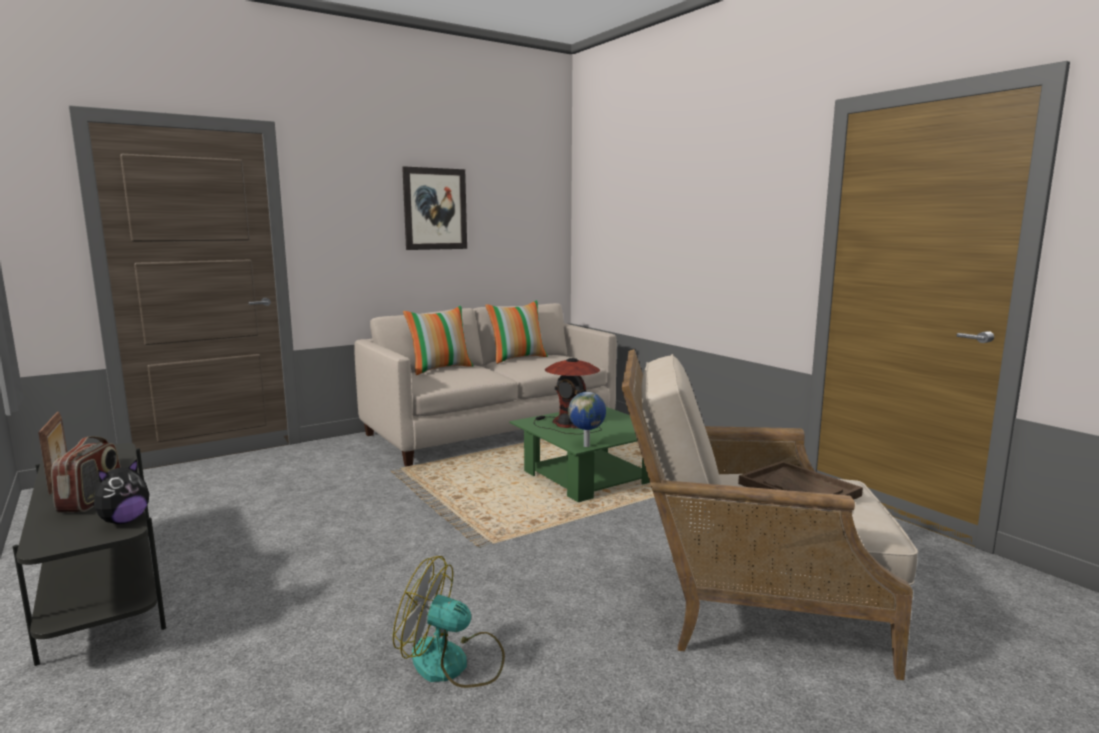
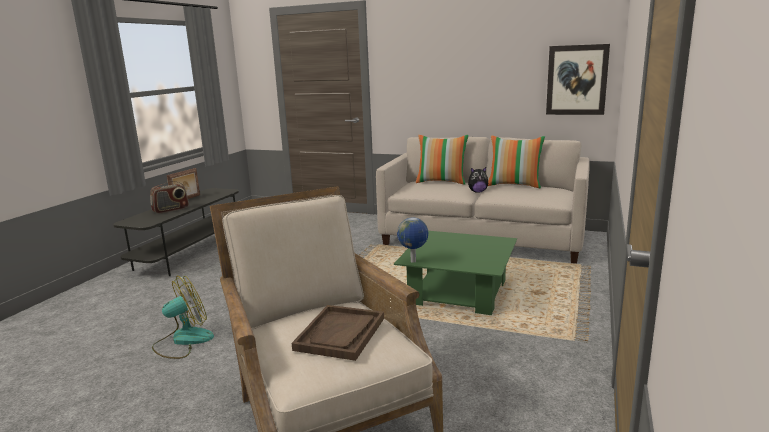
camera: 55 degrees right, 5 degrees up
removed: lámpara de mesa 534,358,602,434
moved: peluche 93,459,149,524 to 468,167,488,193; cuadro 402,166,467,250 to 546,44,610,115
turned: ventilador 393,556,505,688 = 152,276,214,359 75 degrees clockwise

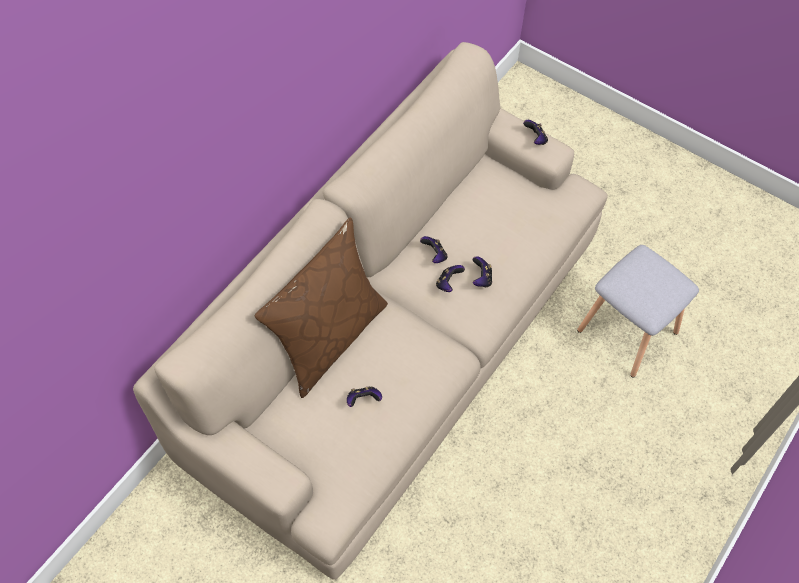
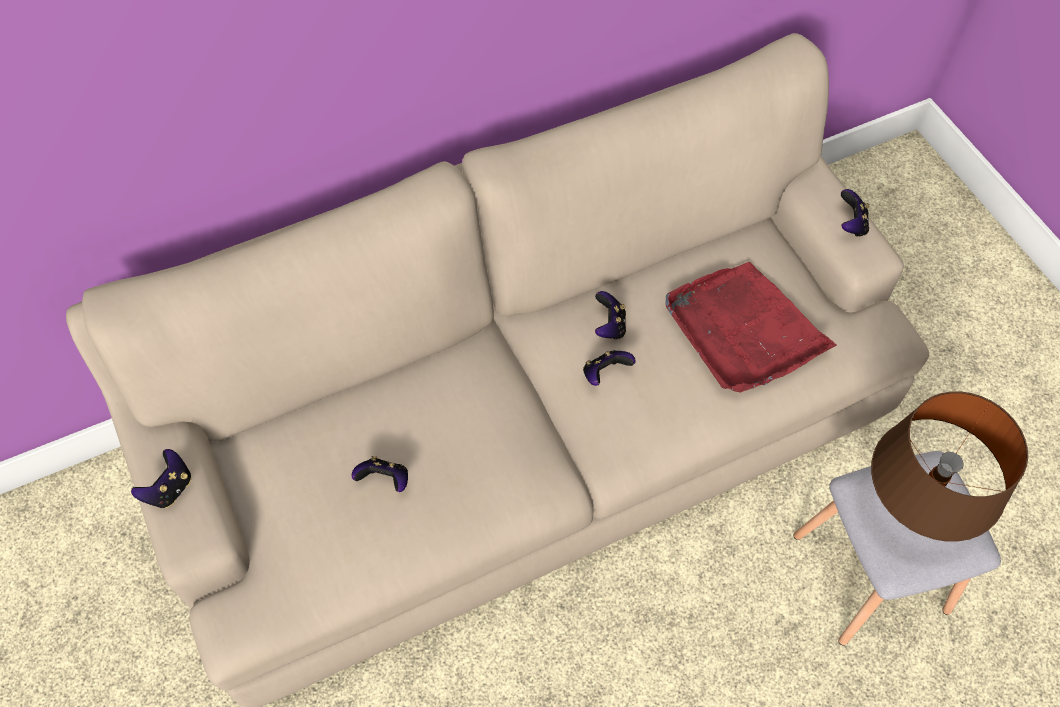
camera: 30 degrees right, 0 degrees up
removed: cojín/marrón 255,218,388,398
added: bandeja/rojo 666,262,836,392; lámpara de mesa/marrón 871,391,1028,542
moved: mando de consola 473,256,492,287 to 131,449,191,508

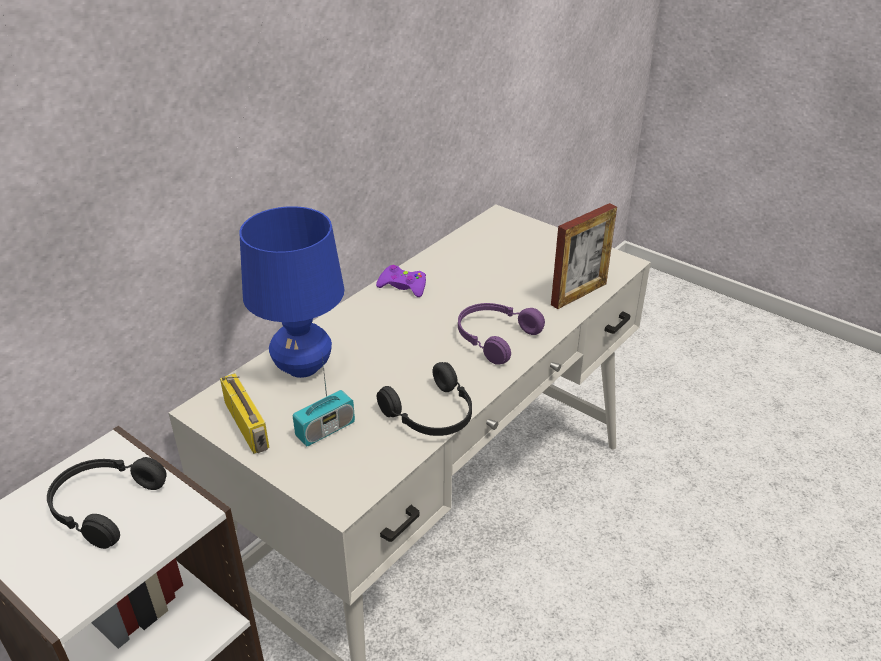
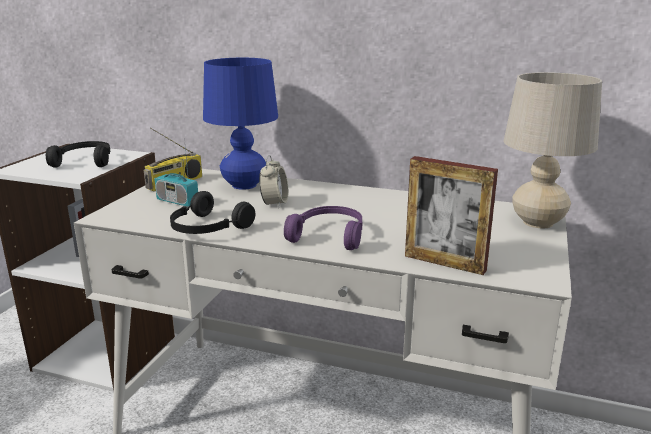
camera: 70 degrees right, 15 degrees down
removed: mando de consola/morado 376,265,426,297
added: despertador 259,155,288,209; lámpara de mesa/beis 503,72,602,228

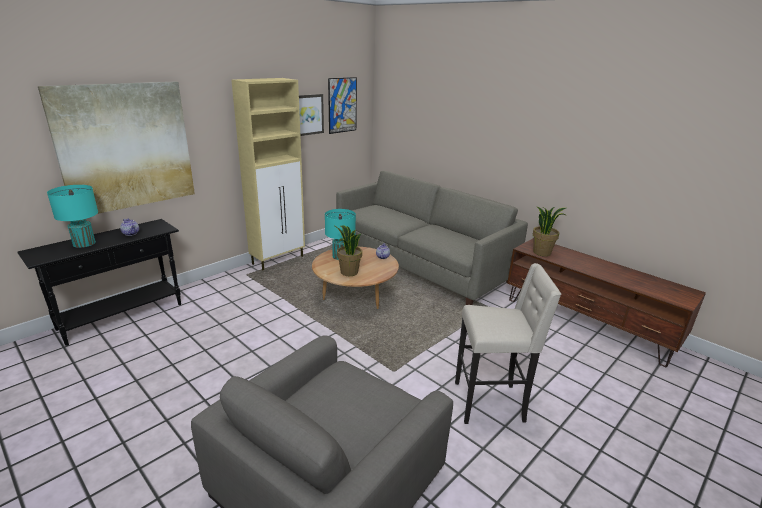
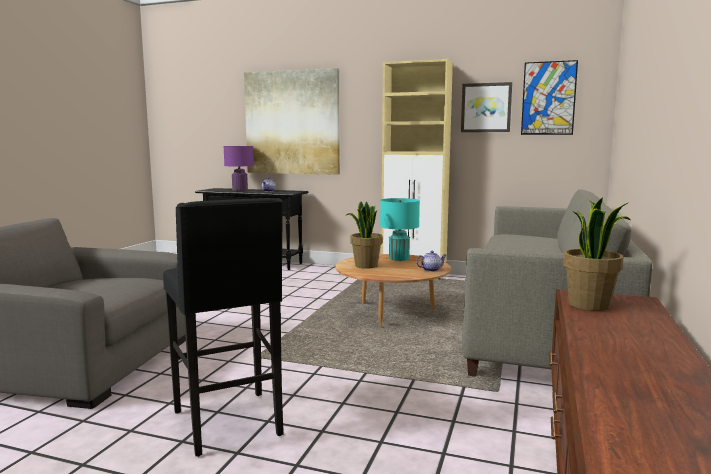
camera: 65 degrees right, 15 degrees down
recoloured: taburete/beis 455,263,561,424 to taburete/negro 163,198,283,457; lámpara de mesa/turquesa 47,185,98,248 to lámpara de mesa/morado 224,146,254,191

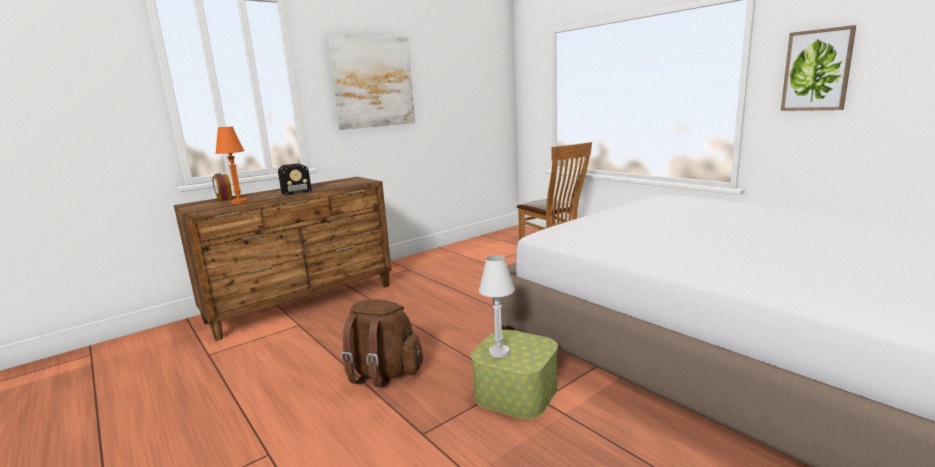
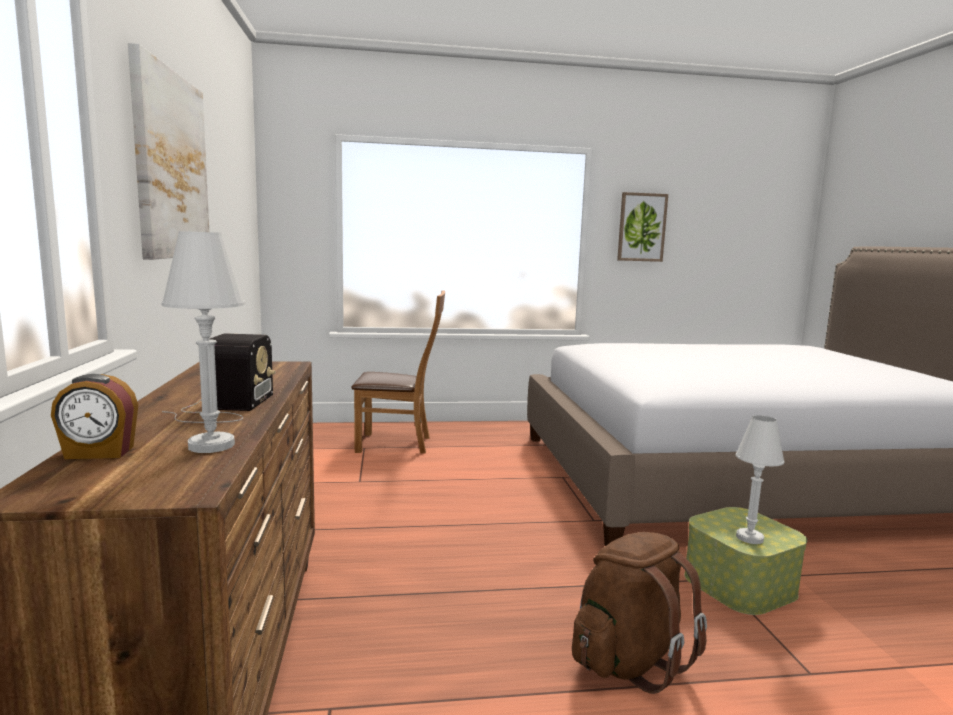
camera: 60 degrees left, 5 degrees down
recoloured: lámpara de mesa/naranja 215,127,247,204 to lámpara de mesa/blanco 161,231,245,453

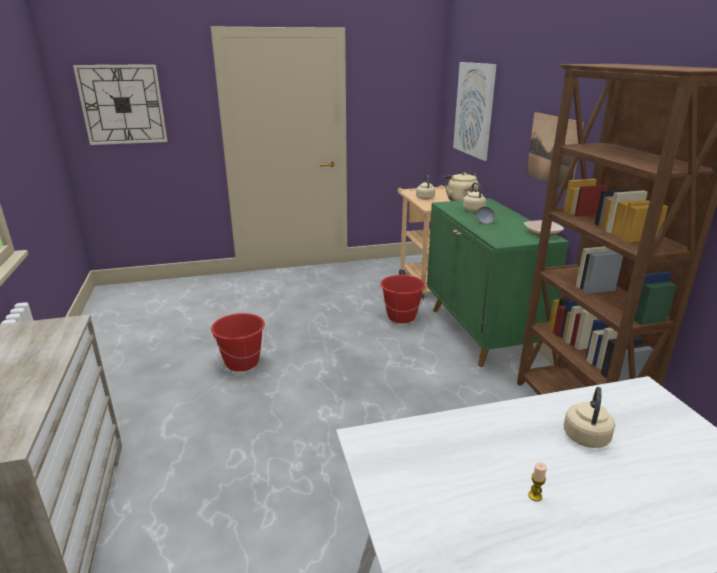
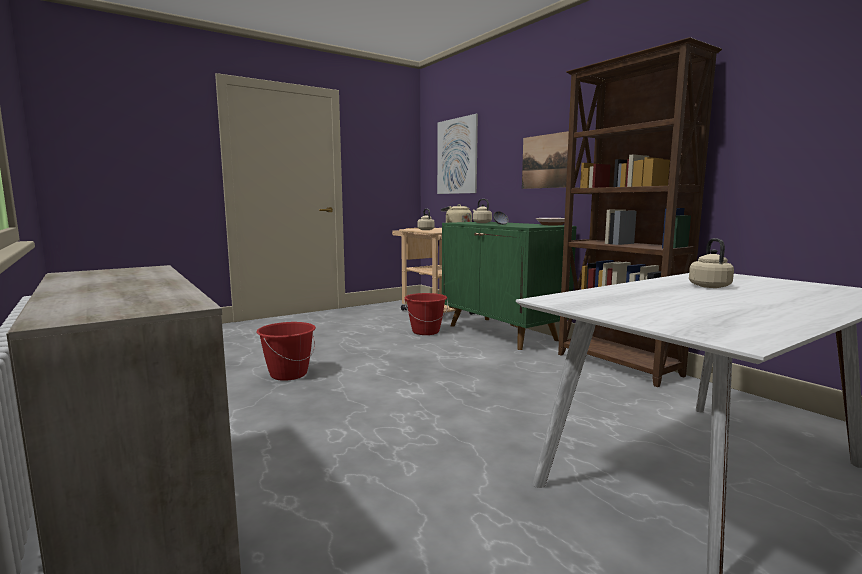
camera: 20 degrees left, 15 degrees down
removed: reloj de pared 73,64,168,145; vela 528,462,547,501

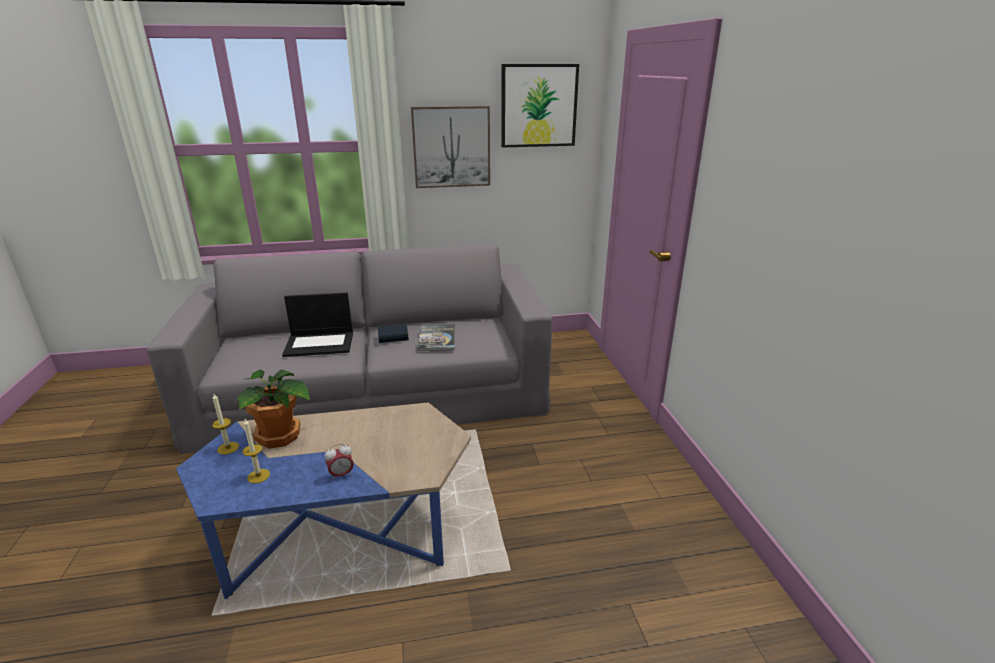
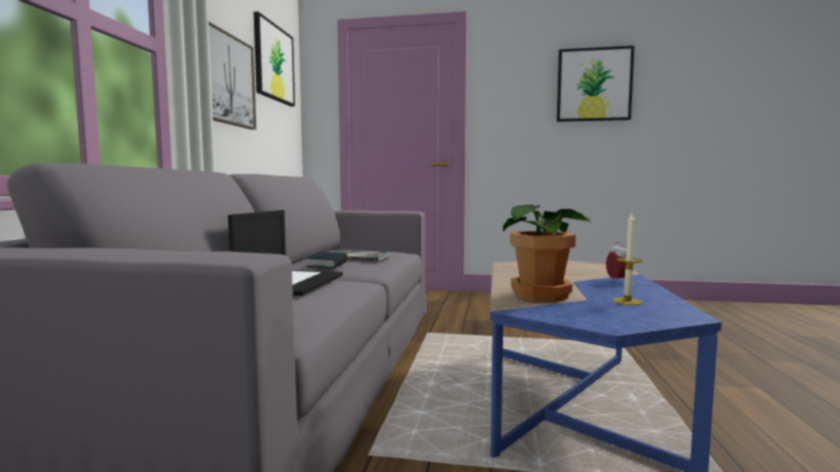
camera: 70 degrees left, 20 degrees down
removed: vela 212,394,239,455
added: cuadro 557,46,634,122

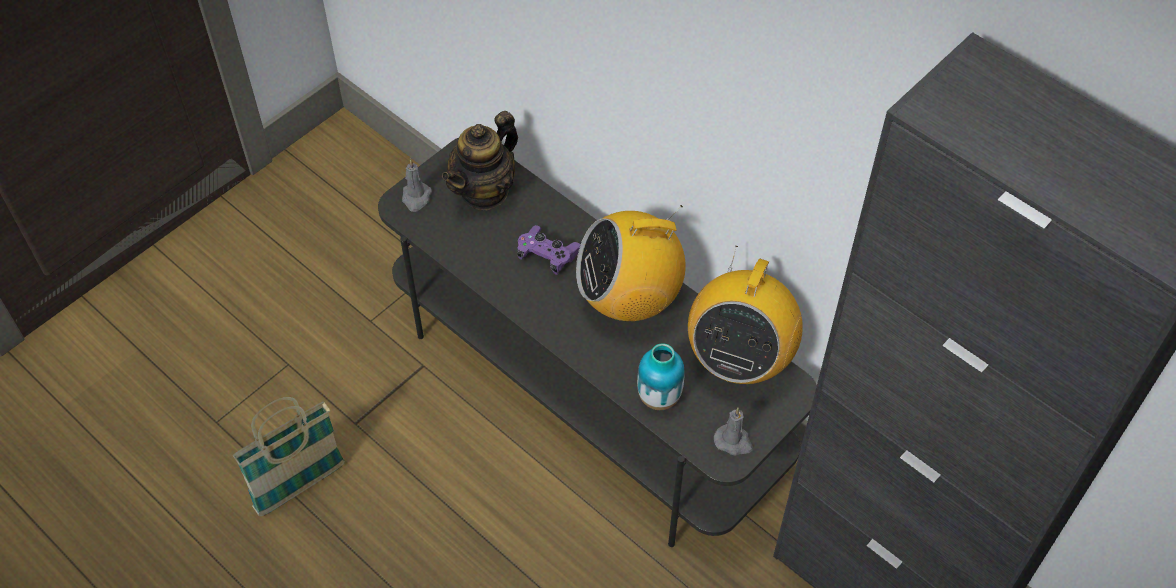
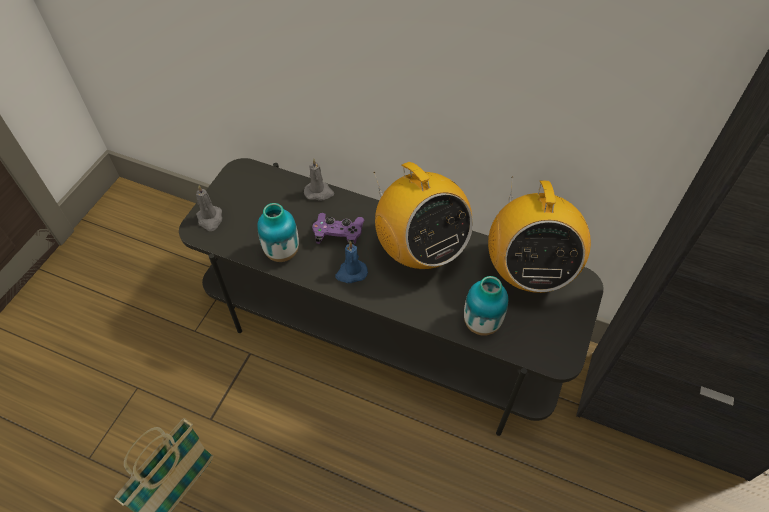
camera: 20 degrees left, 0 degrees up
removed: tetera 442,111,518,210
added: florero 257,203,299,262; vela/azul 335,241,368,283
moved: vela/gris 714,408,753,455 to 304,159,334,201
turned: radio 576,205,686,322 = 373,162,473,269 90 degrees counterclockwise

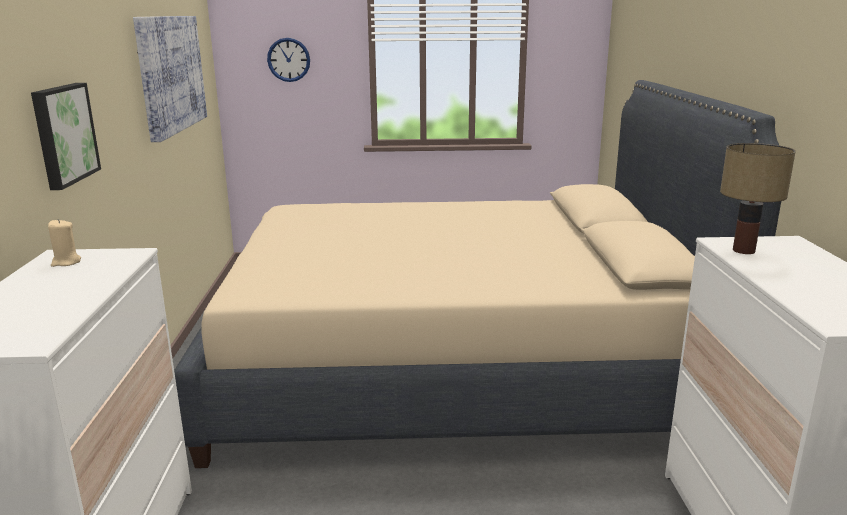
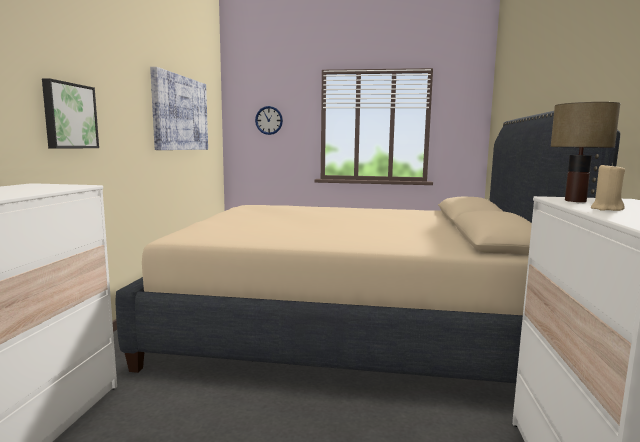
camera: 10 degrees right, 10 degrees down
moved: vela/beis 48,219,81,267 to 591,163,625,211

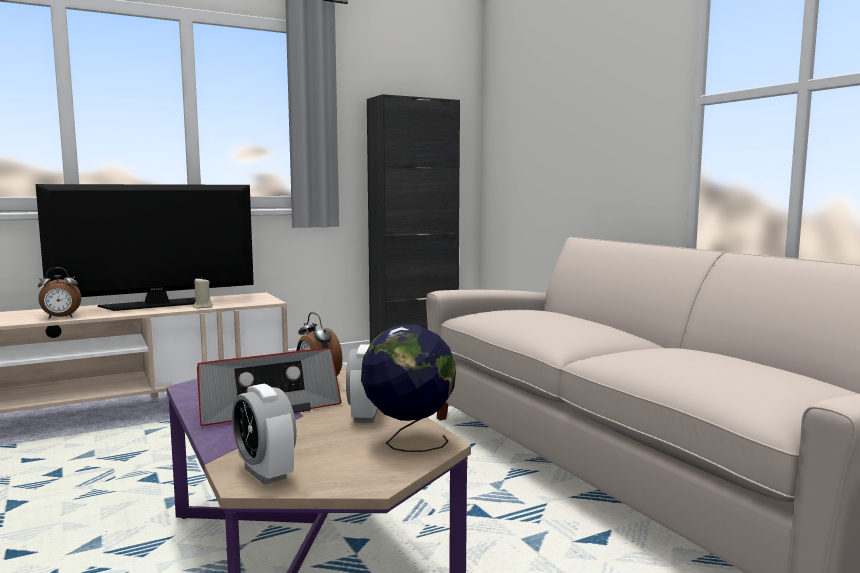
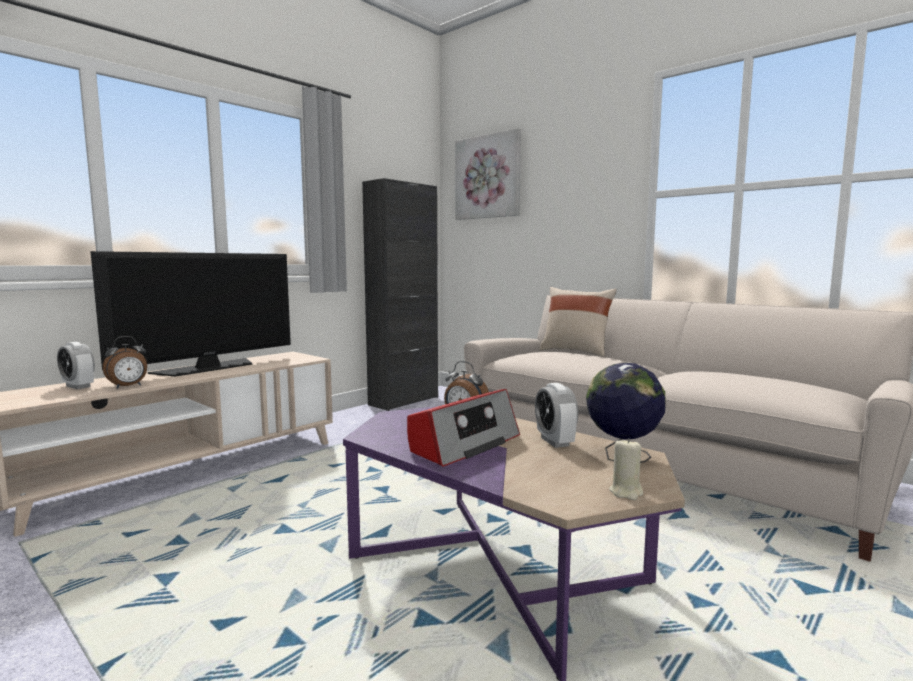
camera: 20 degrees left, 0 degrees up
added: cuadro 455,128,521,220; cojín/beis 539,287,617,357
moved: despertador 232,384,297,485 to 57,342,95,389; vela/beis 193,277,213,309 to 609,438,643,500

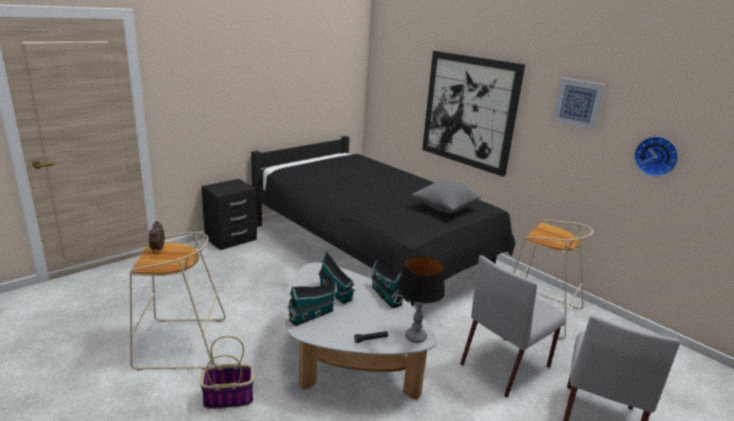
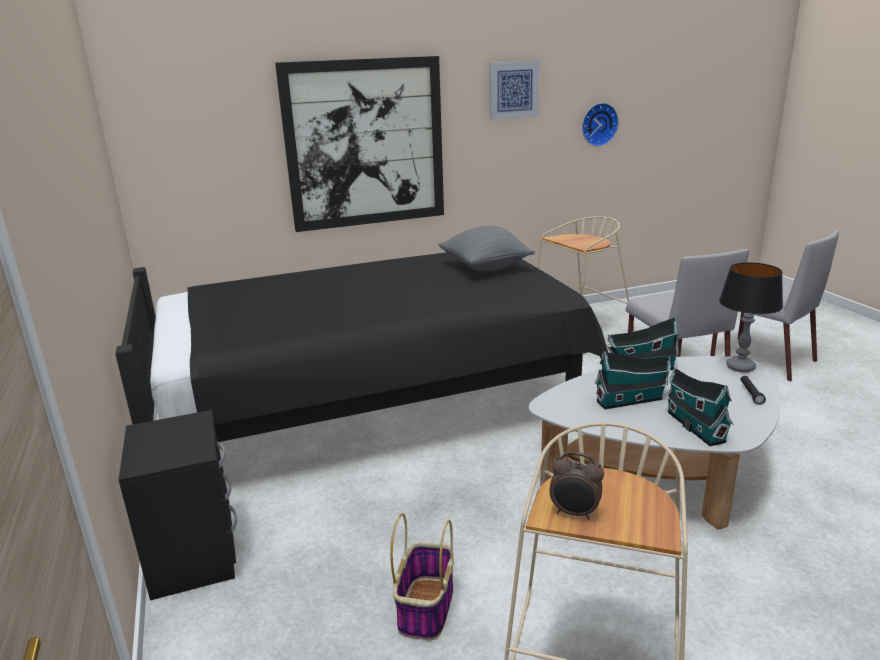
camera: 65 degrees left, 0 degrees up
moved: cesta 200,336,254,409 to 390,513,454,641

